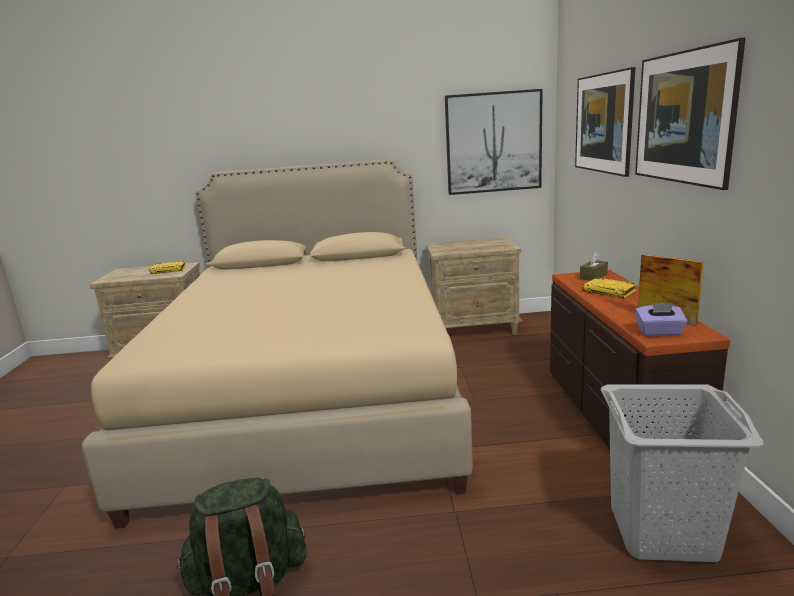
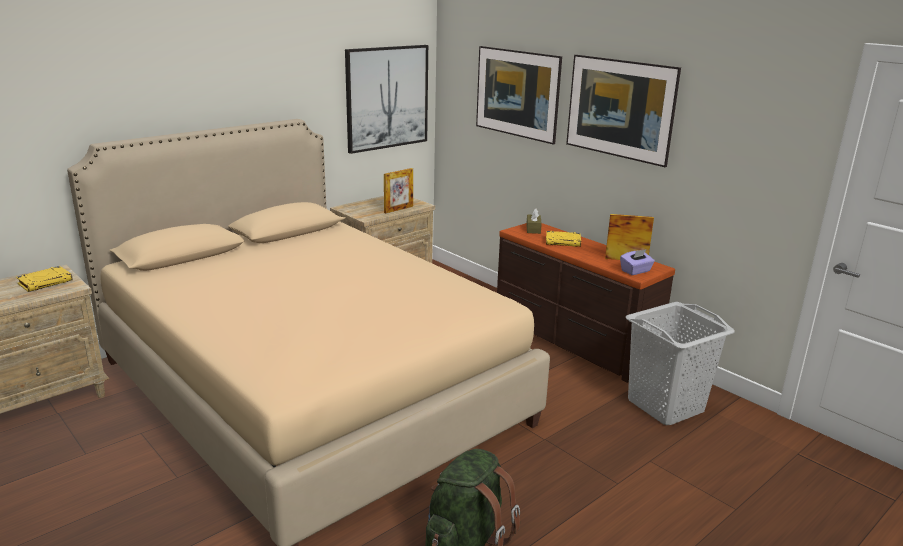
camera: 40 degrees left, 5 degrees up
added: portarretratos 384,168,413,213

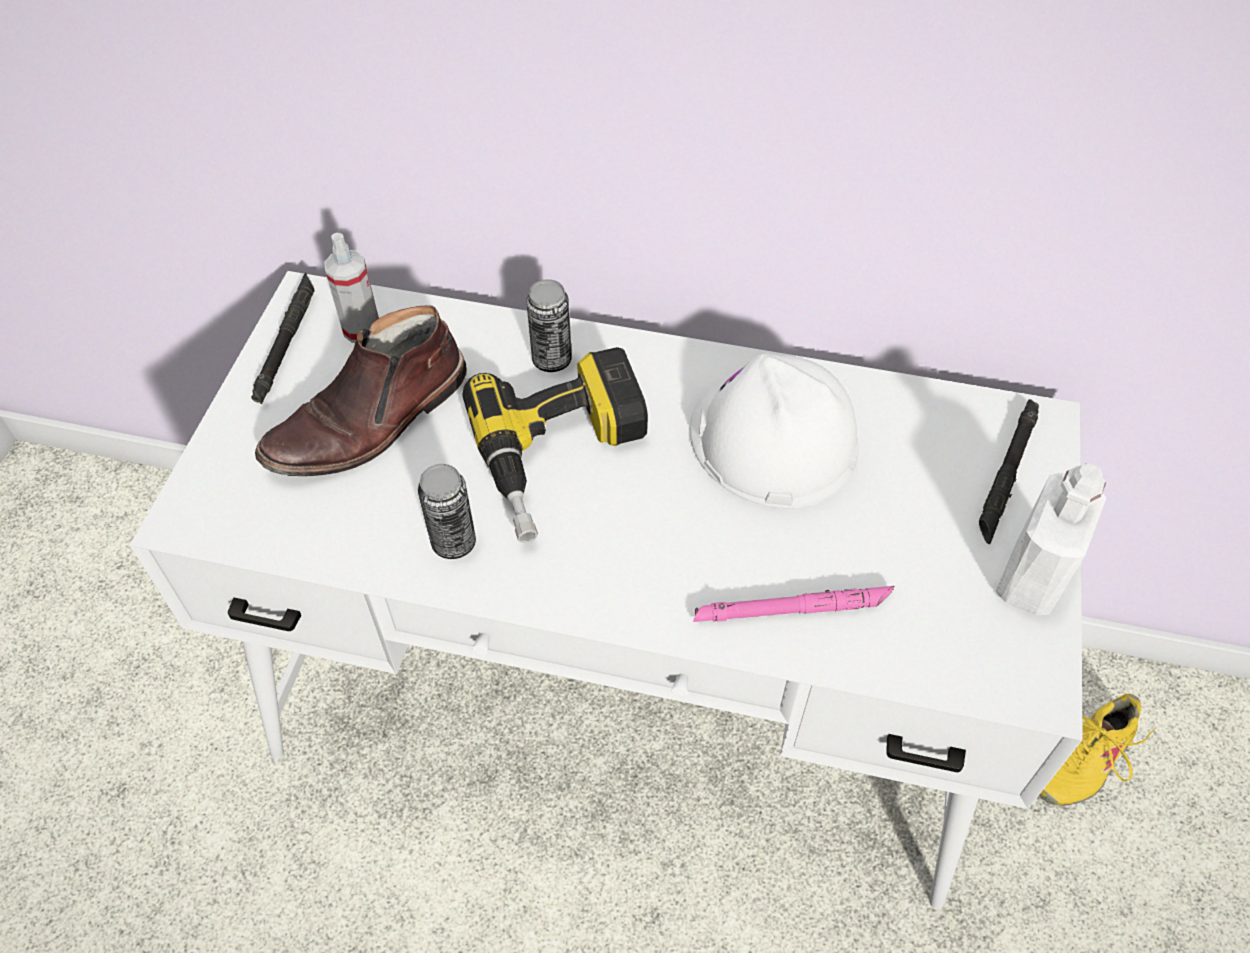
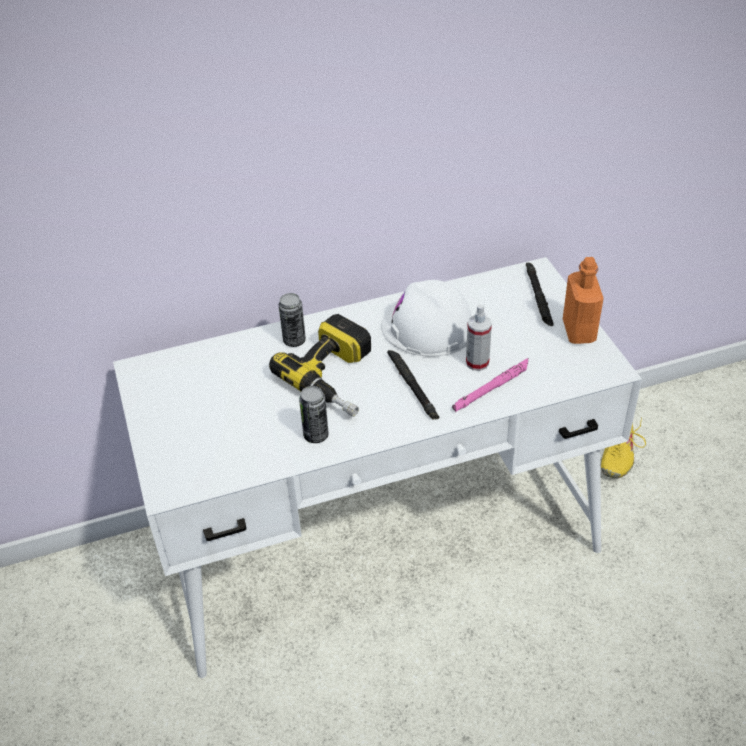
camera: 30 degrees left, 10 degrees down
removed: bota/marrón 255,305,467,476
moved: linterna/negro 251,272,315,404 to 387,350,439,420; pulverizador 324,233,379,343 to 466,304,492,371
recoloured: botella/blanco 996,463,1106,615 to botella/naranja 563,257,604,344

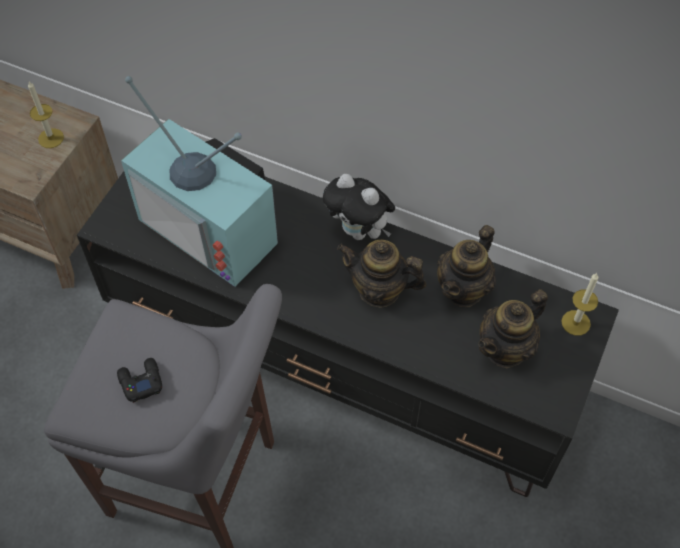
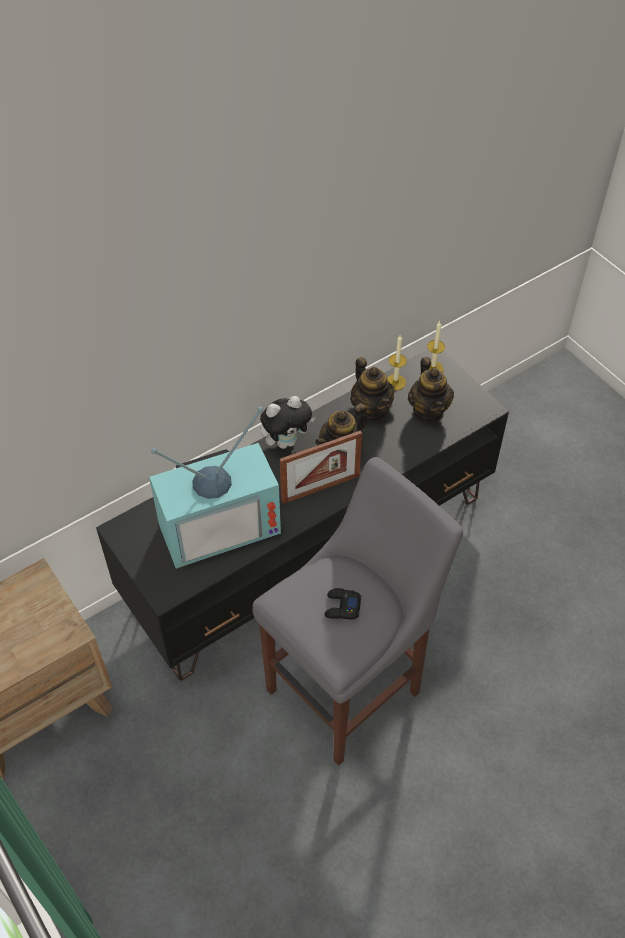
camera: 60 degrees left, 5 degrees down
added: portarretratos 280,431,362,504
moved: vela 28,81,64,148 to 387,335,407,390

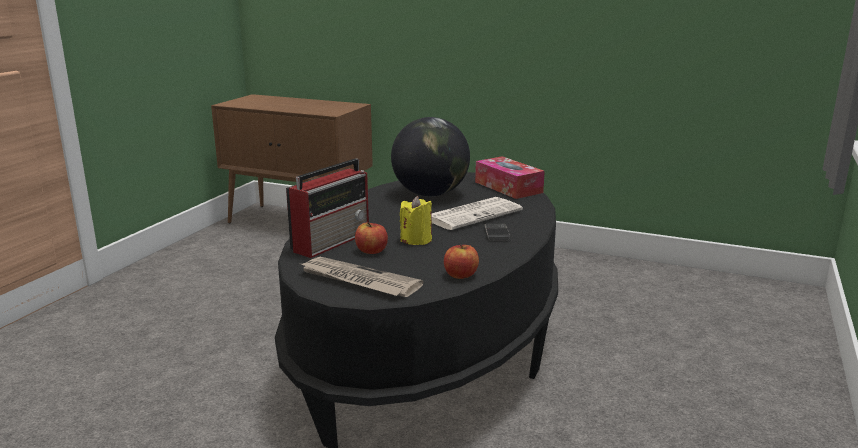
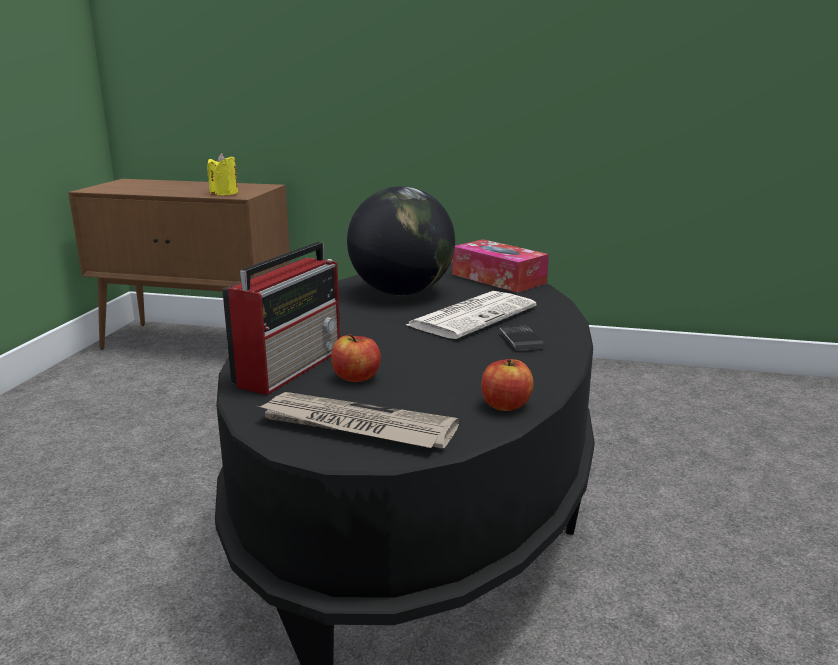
camera: 10 degrees left, 0 degrees up
moved: vela/amarillo 400,196,432,245 to 207,153,238,195

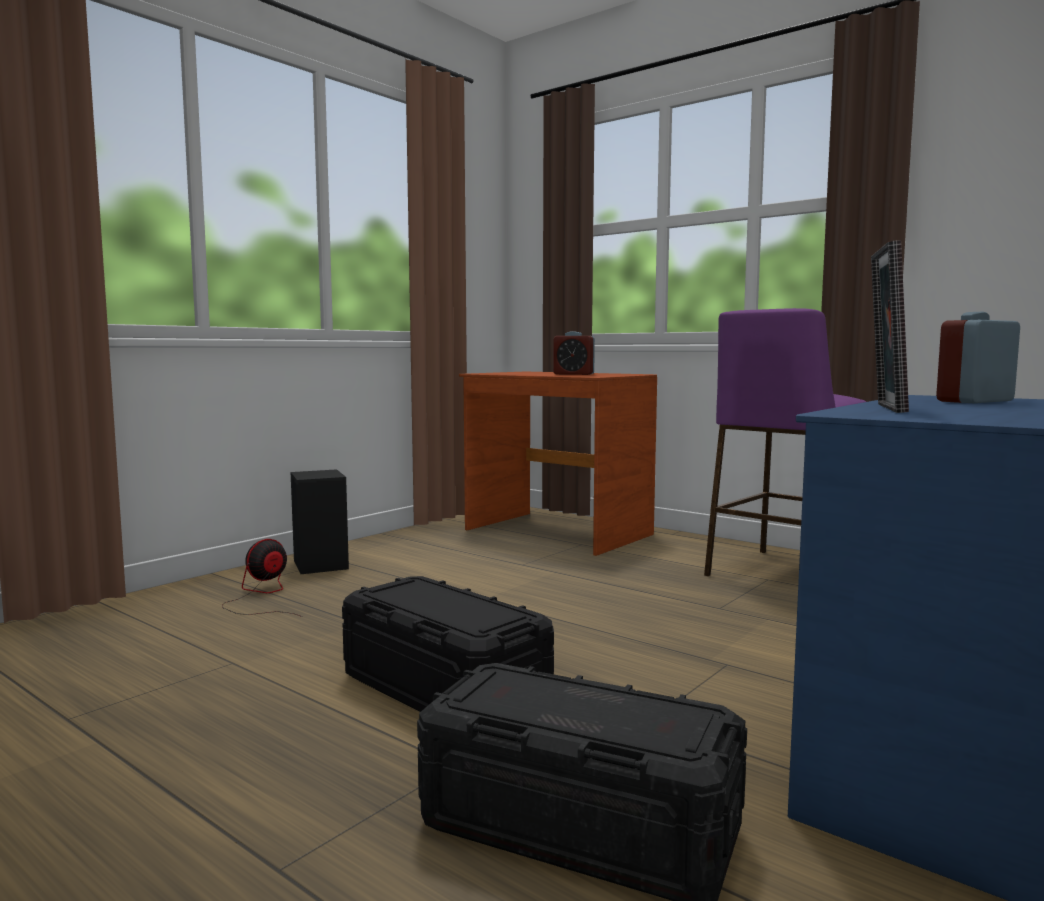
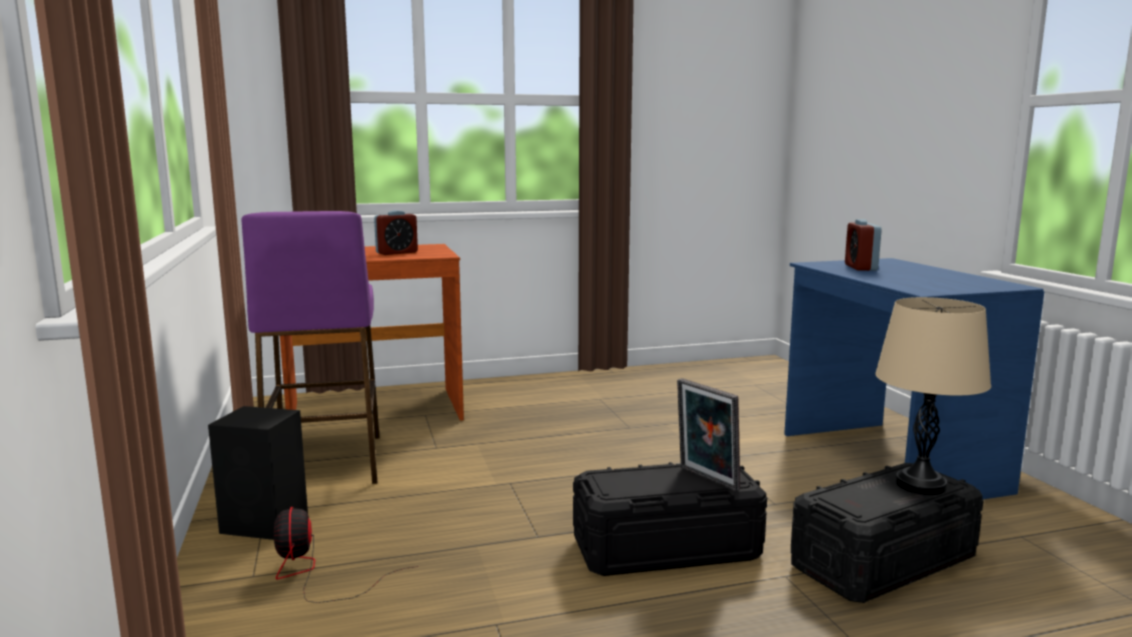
camera: 55 degrees left, 5 degrees up
added: lámpara de mesa/beis 875,297,991,495
moved: taburete/morado 704,308,866,576 to 242,211,380,484; portarretratos 871,240,909,413 to 677,378,740,491

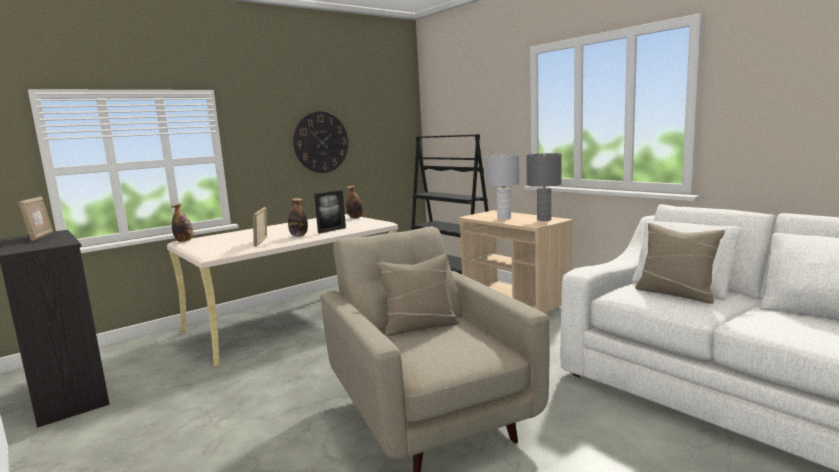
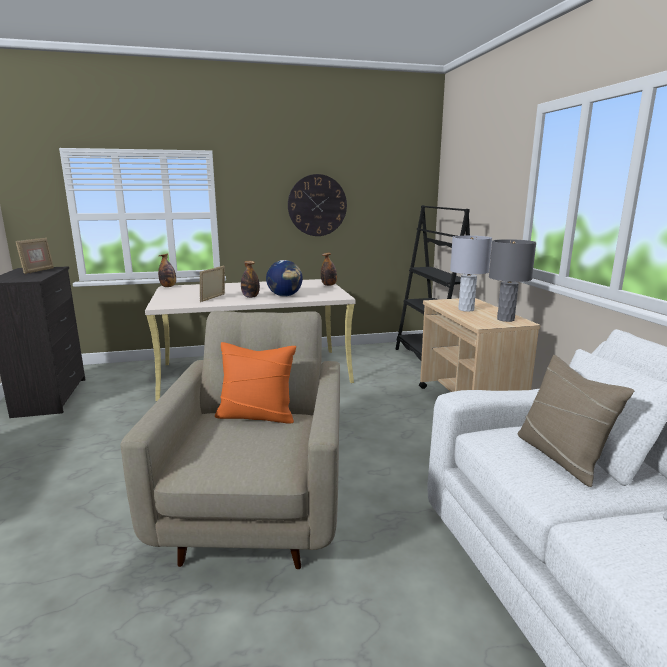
camera: 25 degrees right, 5 degrees up
replaced: portarretratos 314,190,346,233 to globo terráqueo 266,260,303,297
recoloured: cojín/beis 376,254,459,336 to cojín/naranja 215,342,296,424

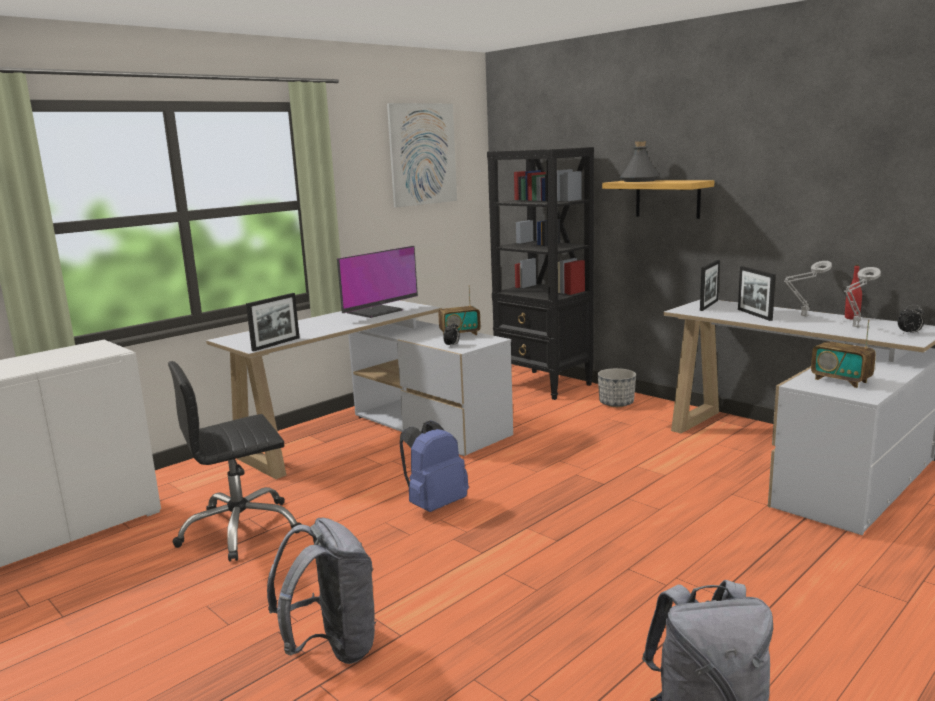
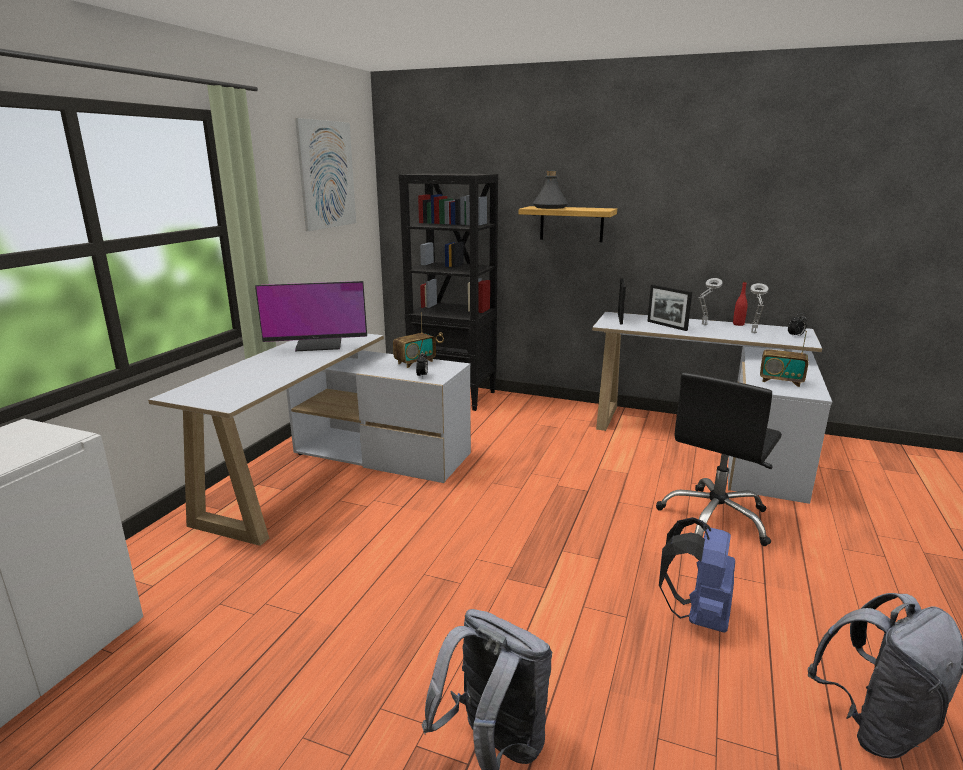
camera: 25 degrees left, 5 degrees up
removed: portarretratos 246,293,300,351; maceta 598,368,636,407
moved: silla de oficina/negro 168,361,302,562 to 656,372,782,546; mochila/azul 400,420,469,512 to 659,517,735,633
turned: monitor 337,246,418,318 = 255,281,367,351 60 degrees clockwise

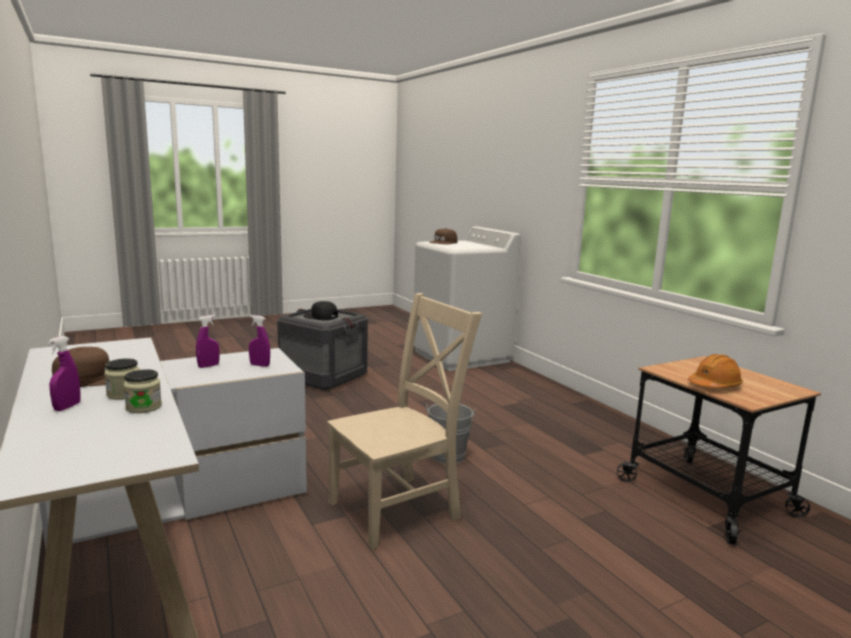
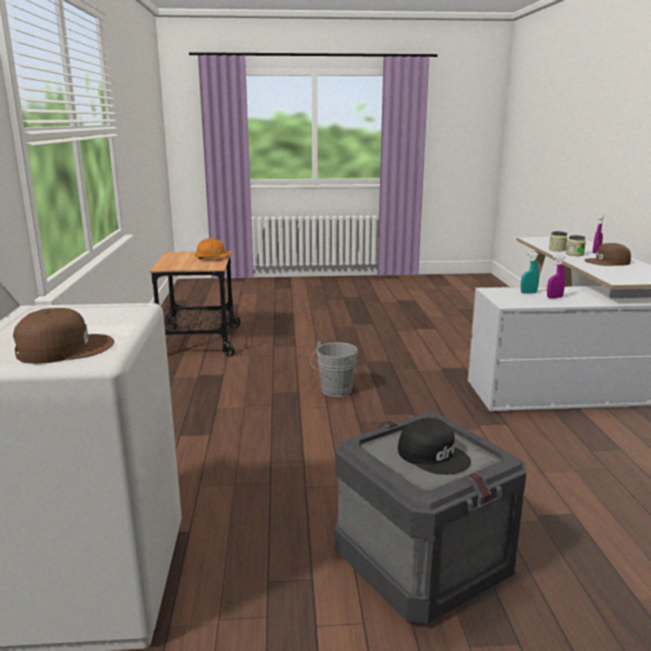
camera: 155 degrees left, 5 degrees up
removed: pulverizador/morado 249,315,270,367; silla/beis 327,293,482,549
added: pulverizador/turquesa 521,252,539,294

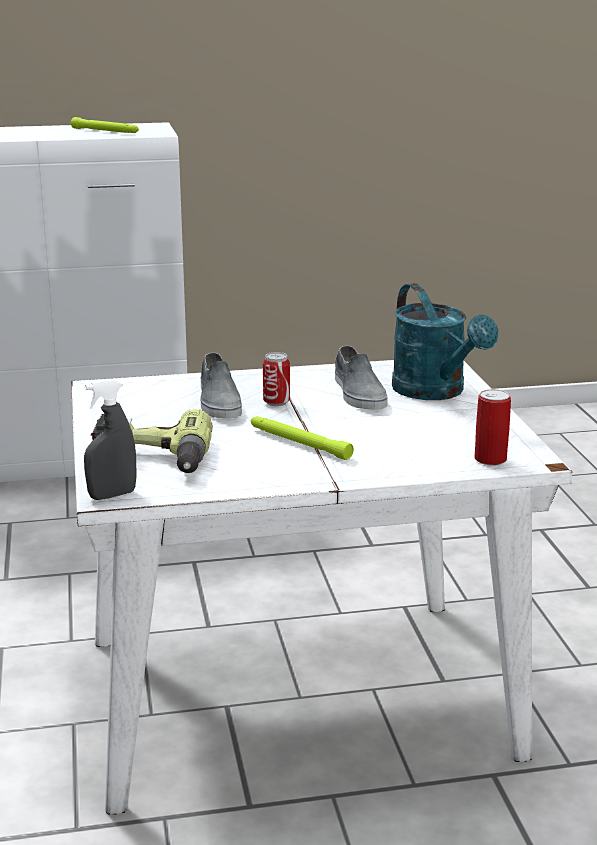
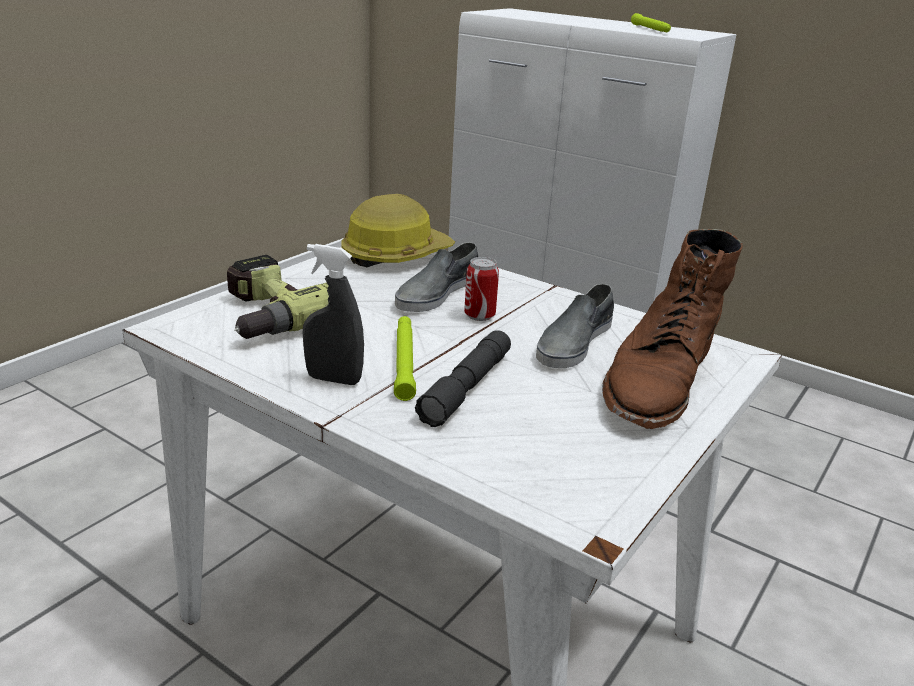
camera: 45 degrees right, 5 degrees up
removed: lata 474,389,511,465
added: casco 341,194,455,267; linterna/gris 415,330,511,427
moved: pulverizador/gris 84,379,137,500 to 303,244,364,385
replaced: regadera/turquesa 392,283,498,400 to bota/marrón 602,229,743,429

